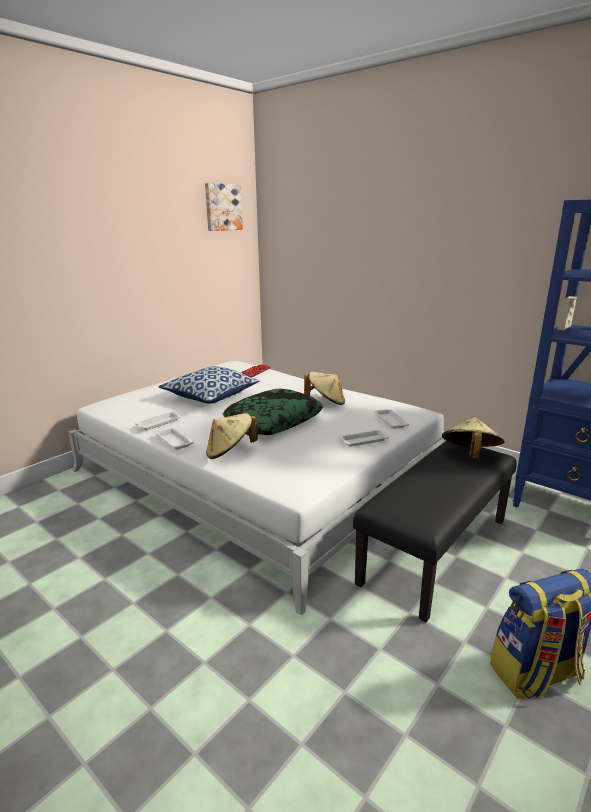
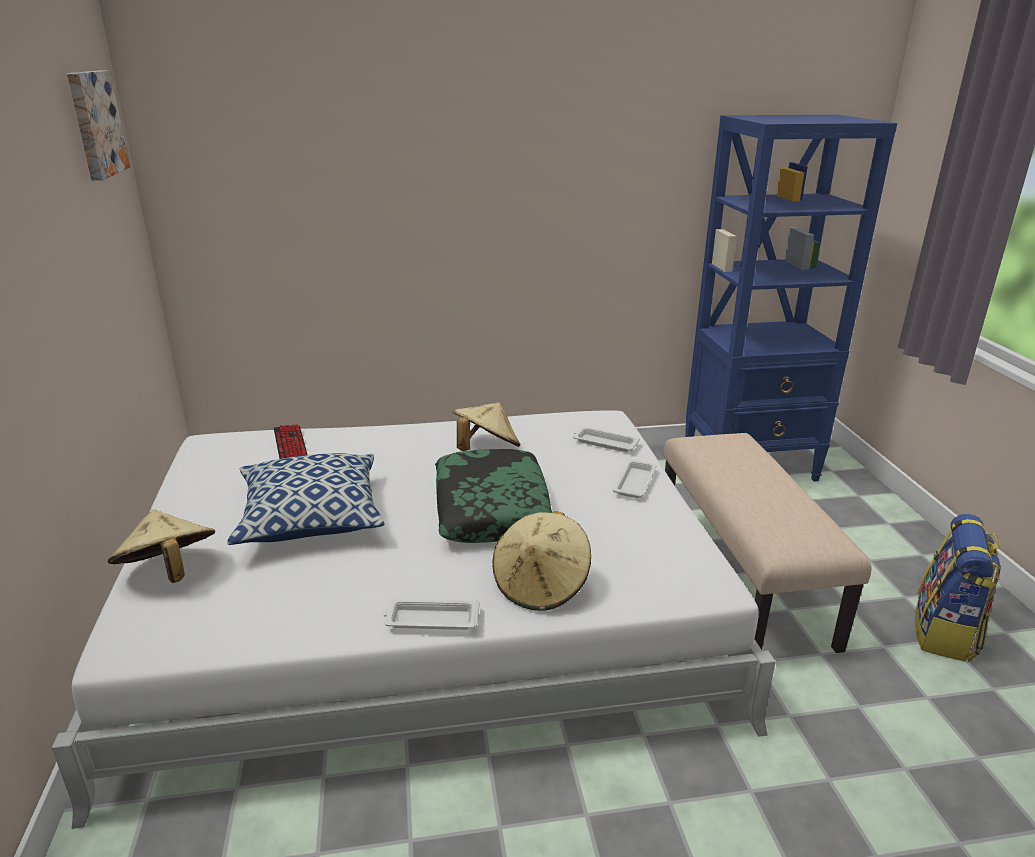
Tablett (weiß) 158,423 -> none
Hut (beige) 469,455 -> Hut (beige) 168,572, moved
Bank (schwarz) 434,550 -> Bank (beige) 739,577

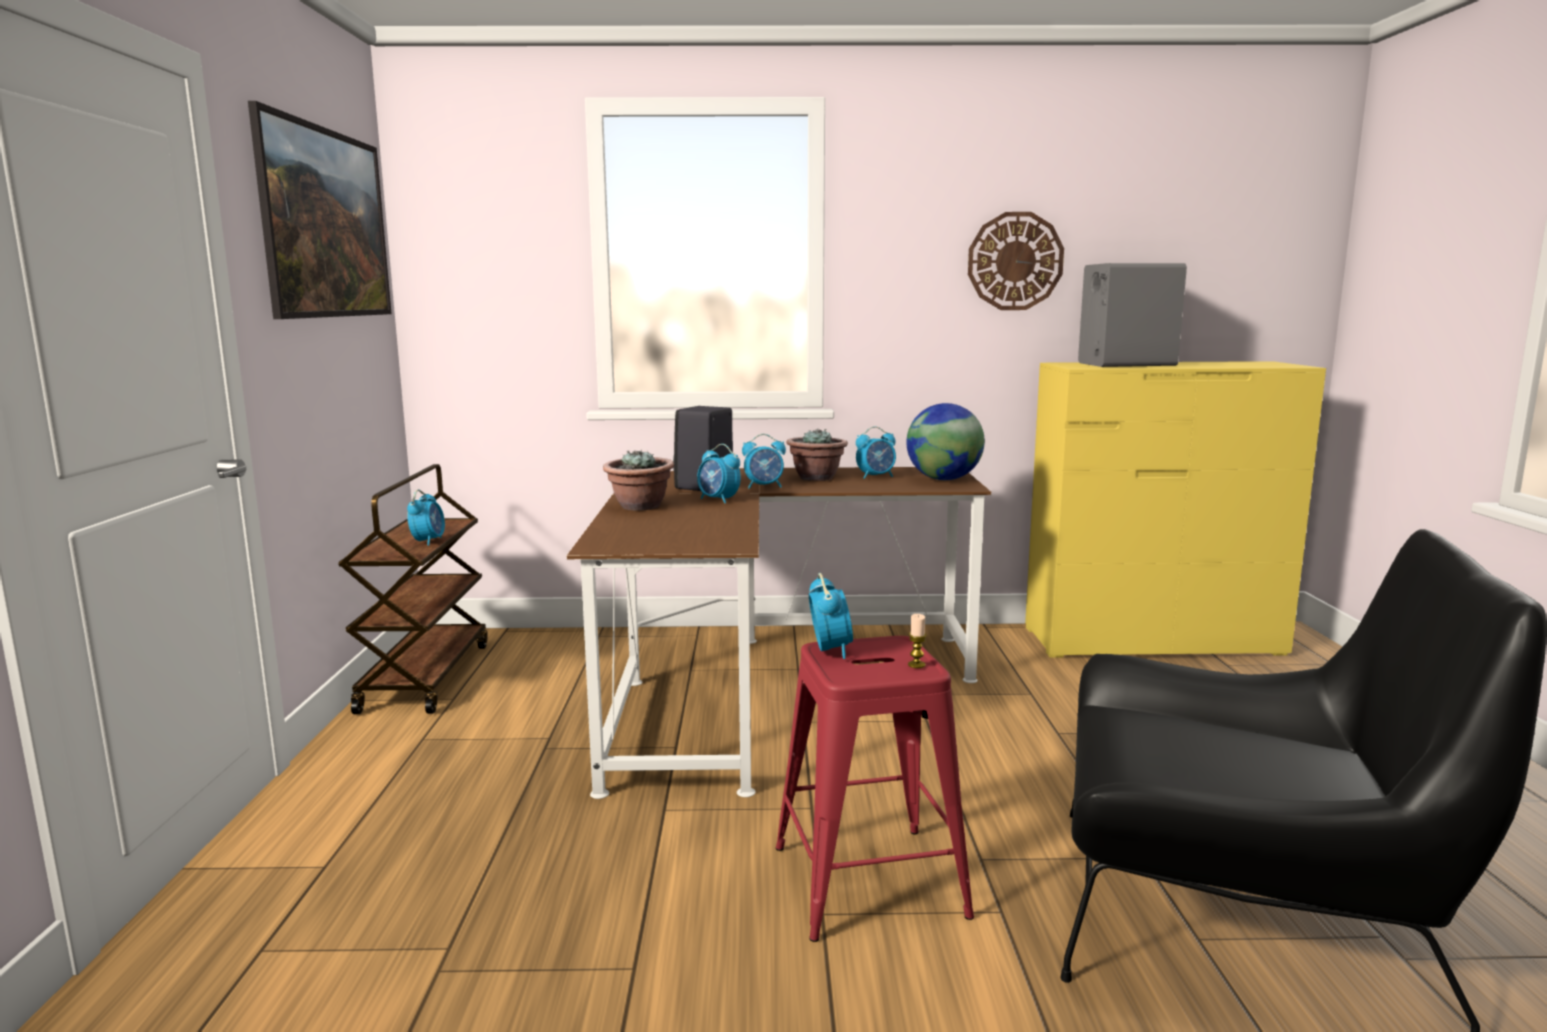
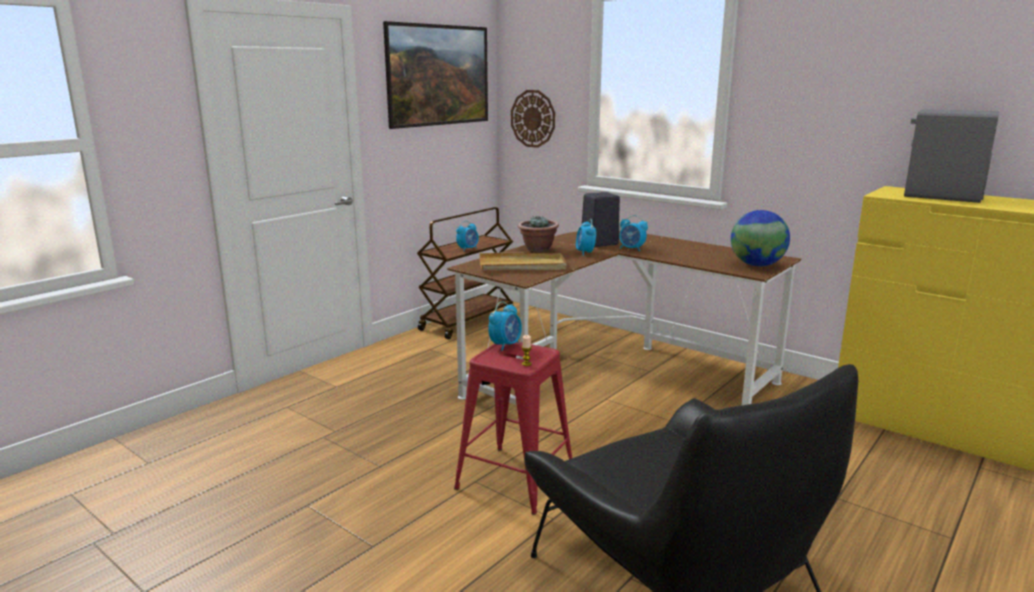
Wanduhr 1015,261 -> Wanduhr 533,118, moved
Wecker 876,477 -> none
Topfpflanze 816,478 -> none
none -> Tablett (beige) 522,265

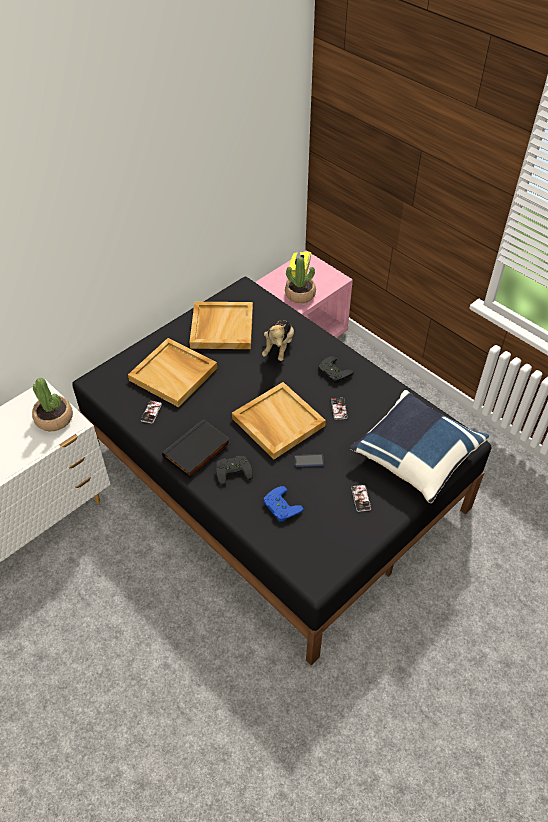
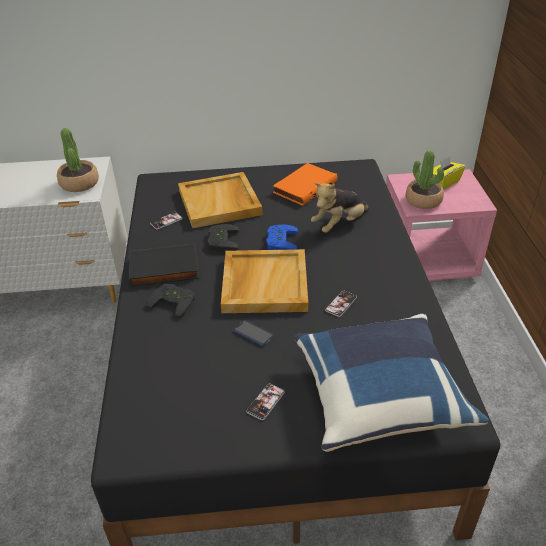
Tablett (beige) 221,327 -> Buch (orange) 304,186
Gamepad (schwarz) 332,372 -> Gamepad (schwarz) 221,240, moved
Gamepad (blau) 280,507 -> Gamepad (blau) 279,241, moved

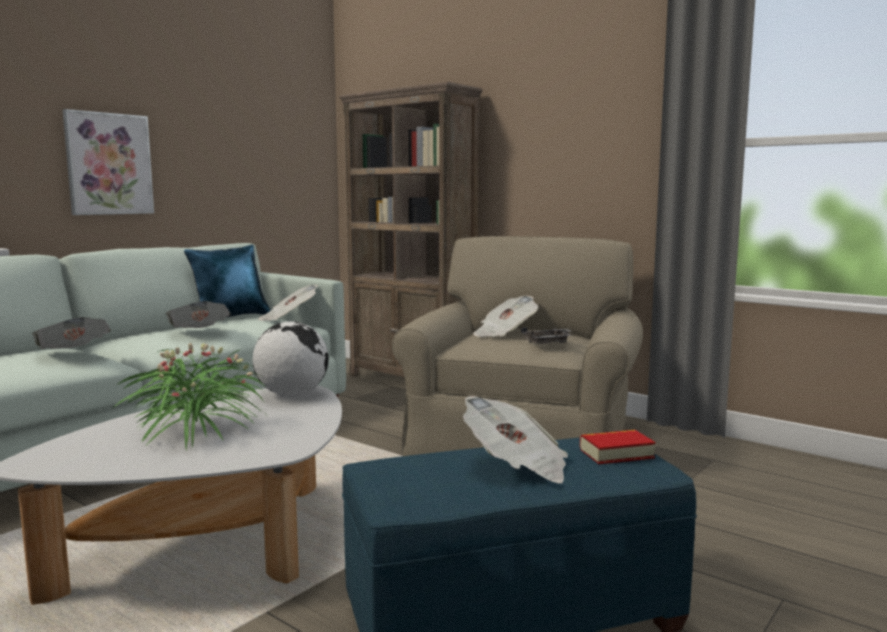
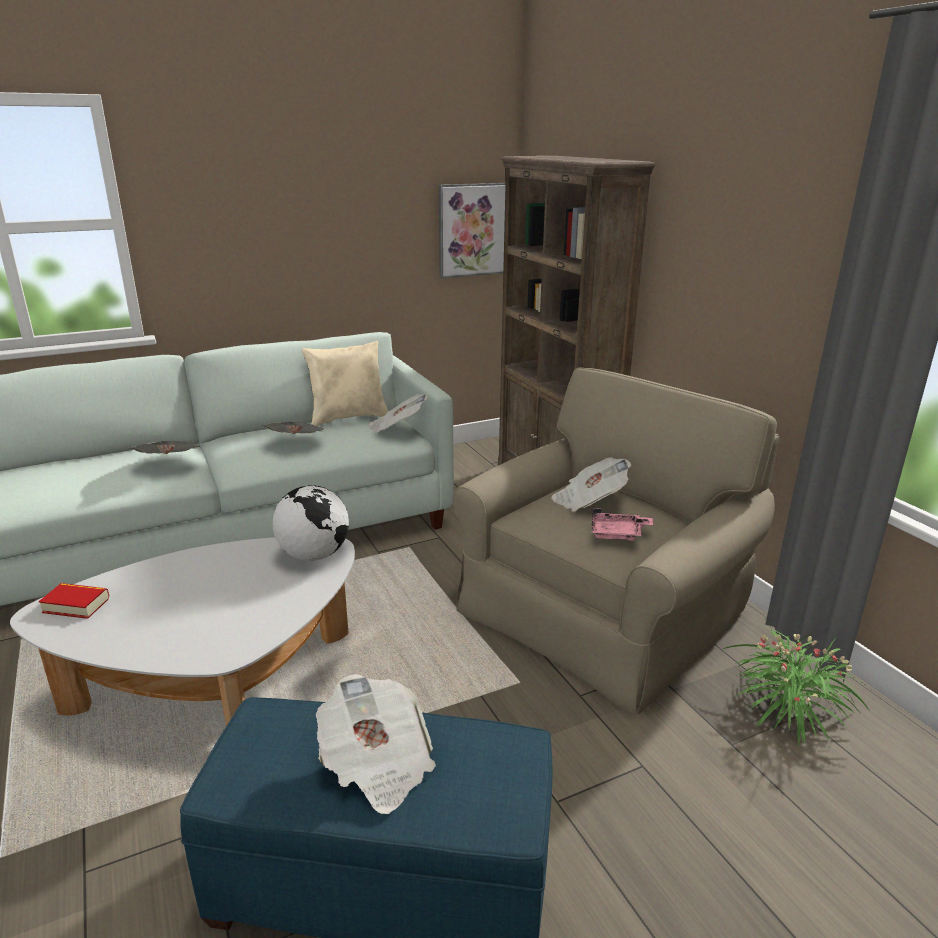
Bild 109,164 -> Bild 471,230, moved
Kissen (blau) 231,319 -> Kissen (beige) 348,418
Tablett (grau) 548,343 -> Tablett (rosa) 618,534
Topfpflanze 197,430 -> Topfpflanze 790,706, moved
Buch 616,453 -> Buch 76,605, moved

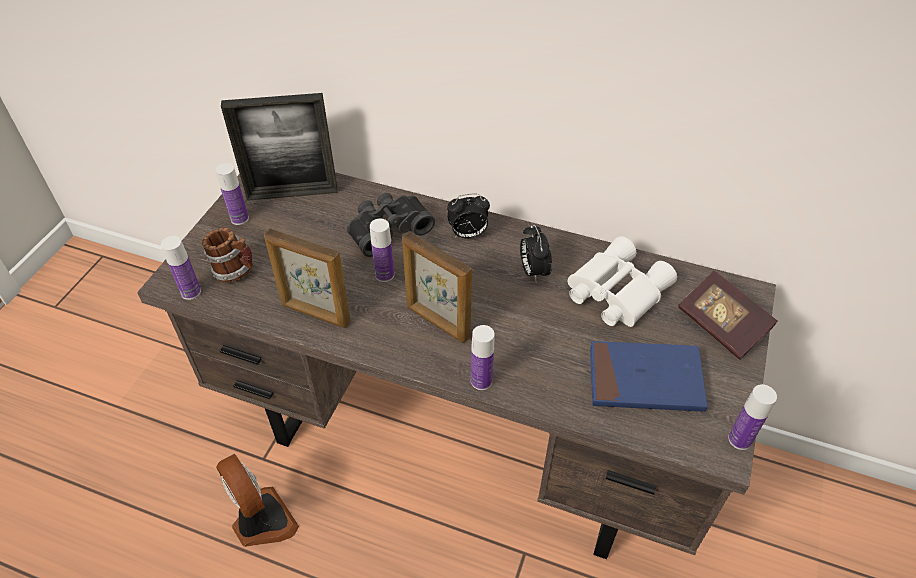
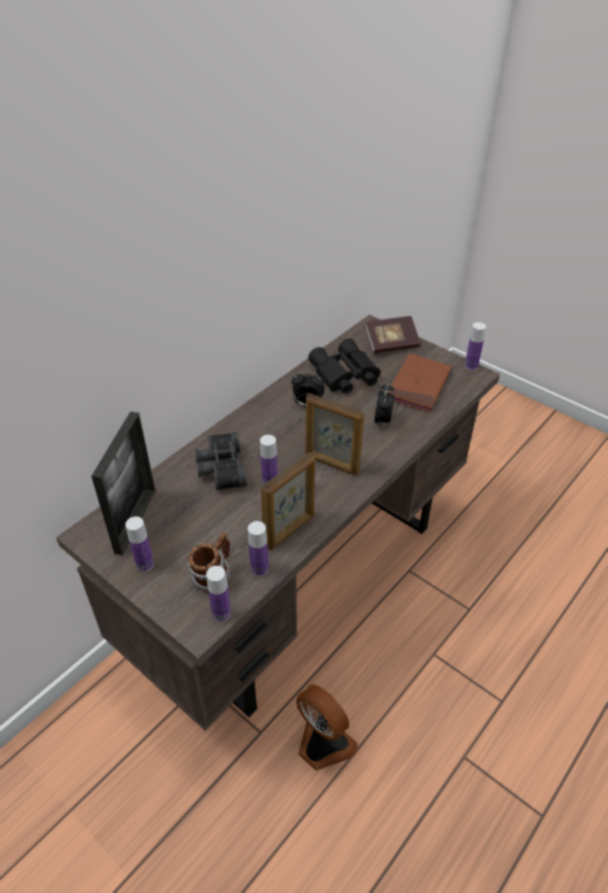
Wecker 468,235 -> Wecker 383,421, moved
Bilderrahmen 437,322 -> Bilderrahmen 331,464, 60 degrees clockwise
Fernglas (weiß) 614,291 -> Fernglas (schwarz) 344,375
Flasche 481,381 -> Flasche 259,569, moved
Buch (blau) 645,380 -> Buch (braun) 418,386
Ventilator 261,521 -> Ventilator 323,745, 60 degrees clockwise

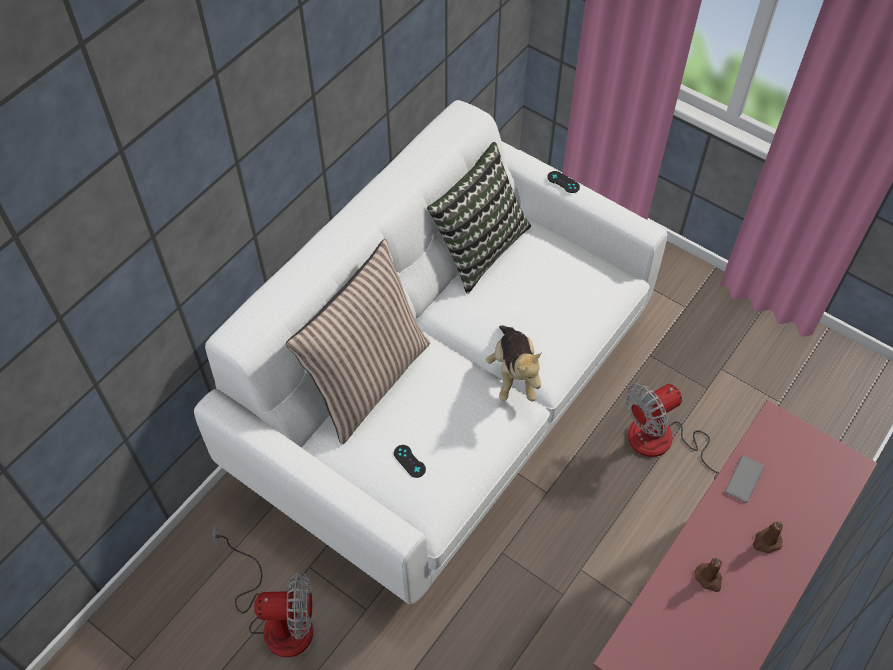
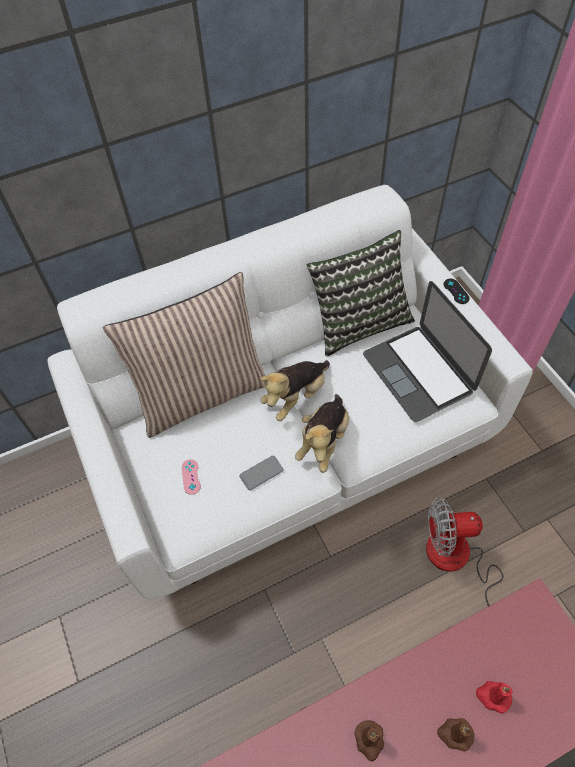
Gamepad (schwarz) 409,461 -> Gamepad (rosa) 191,477
Handy 744,479 -> Handy 261,473, moved
Ventilator 277,617 -> none
none -> Laptop 418,372
none -> Plüschtier 296,396
none -> Kerze (rot) 493,696

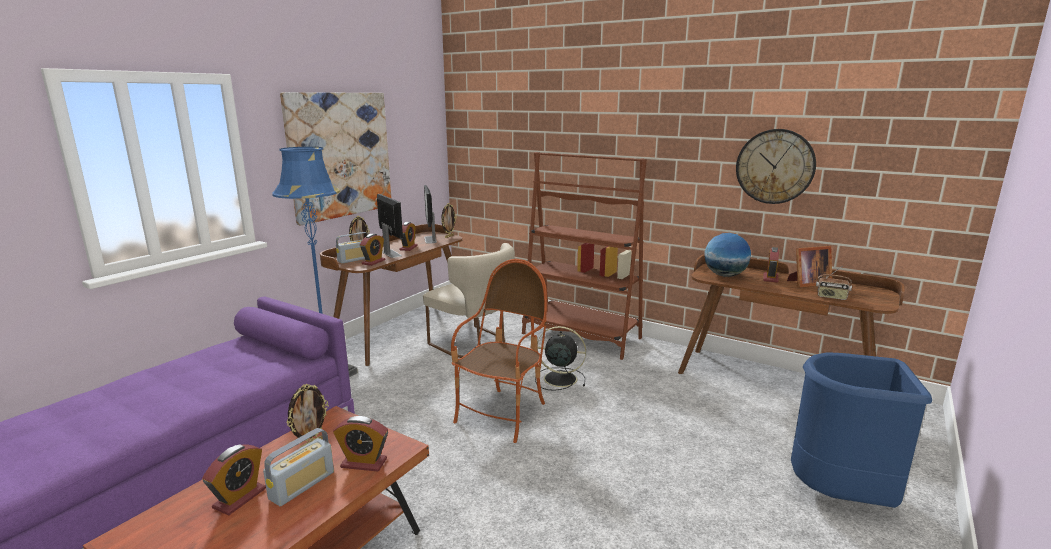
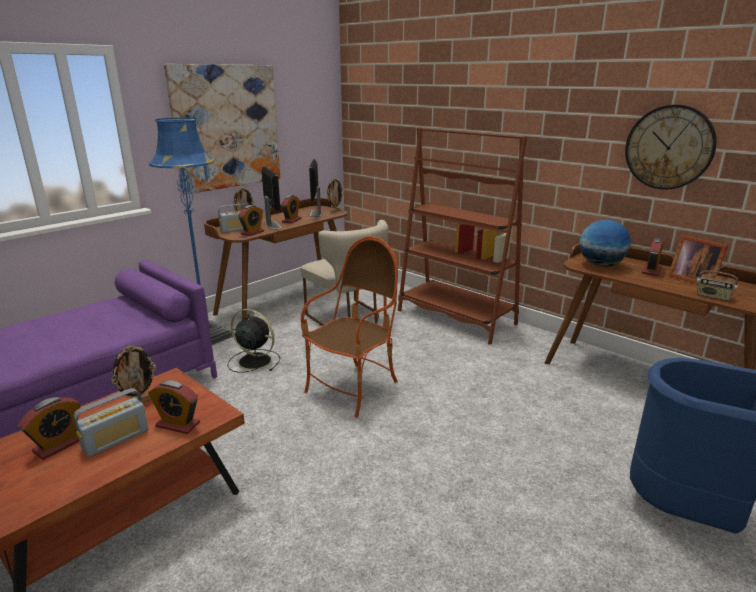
Bilderrahmen 807,283 -> Bilderrahmen 692,279, 60 degrees clockwise
Ventilator (schwarz) 558,379 -> Ventilator (schwarz) 253,361, moved

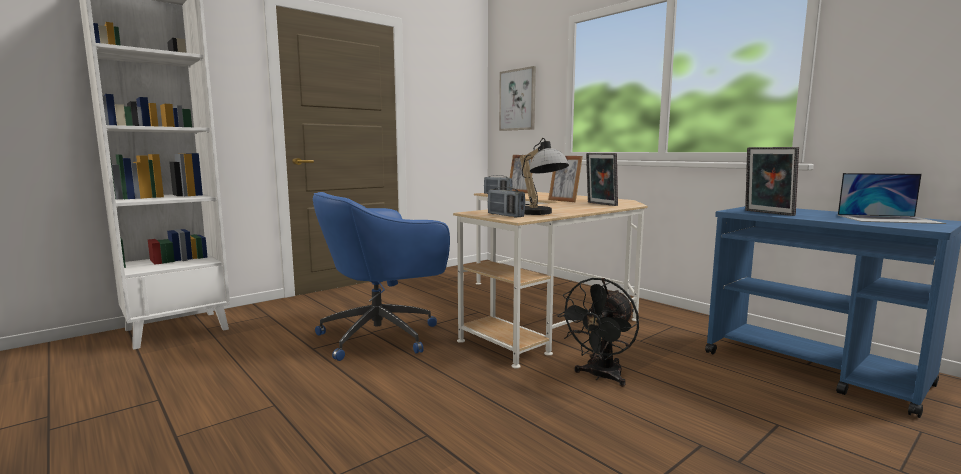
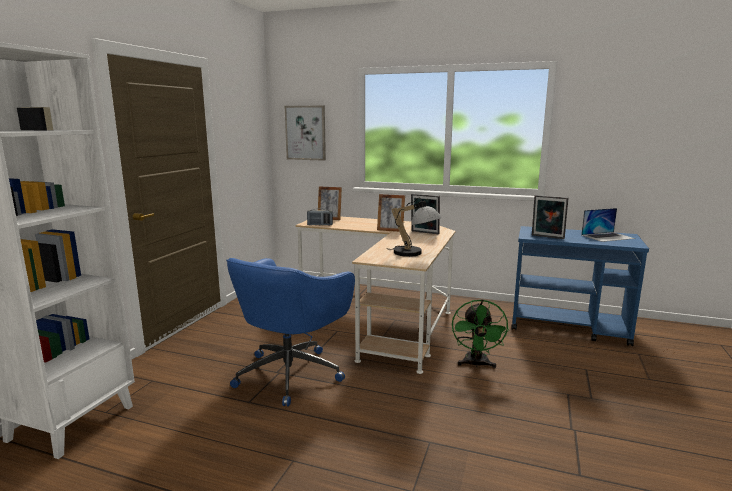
Radio 505,215 -> none
Ventilator (schwarz) 600,377 -> Ventilator (grün) 476,364

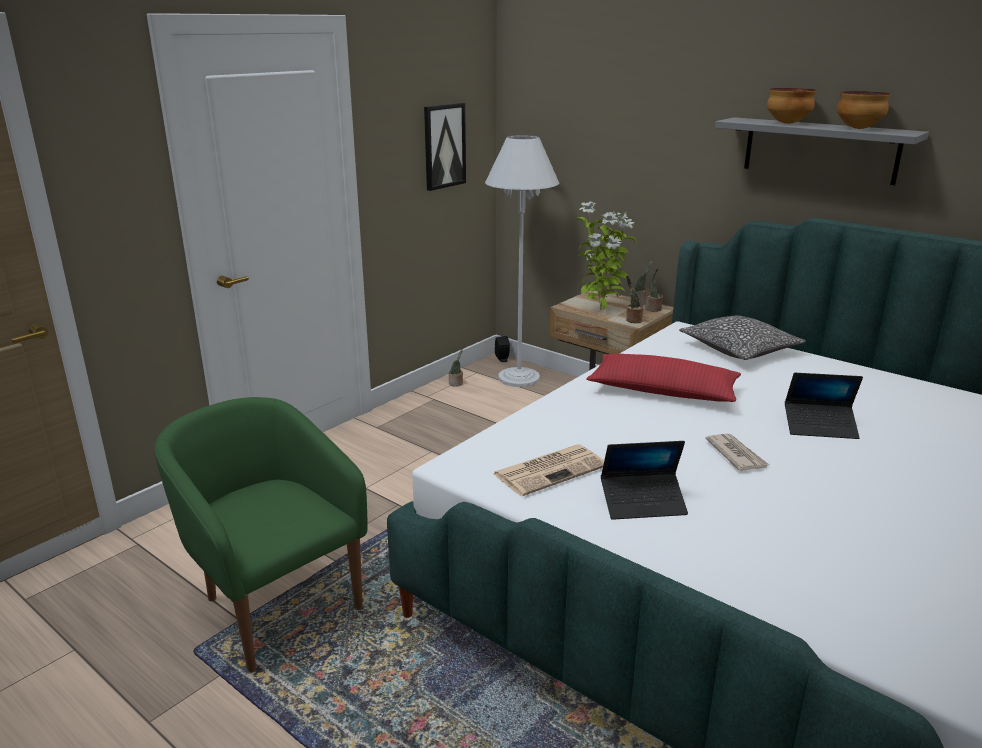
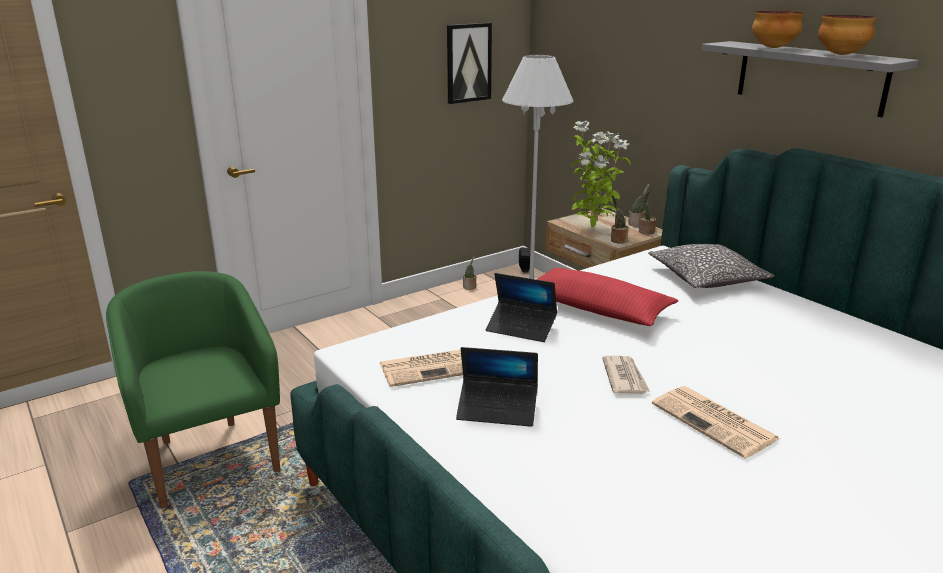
Laptop 820,427 -> Laptop 521,328, moved
none -> Zeitung 715,422

